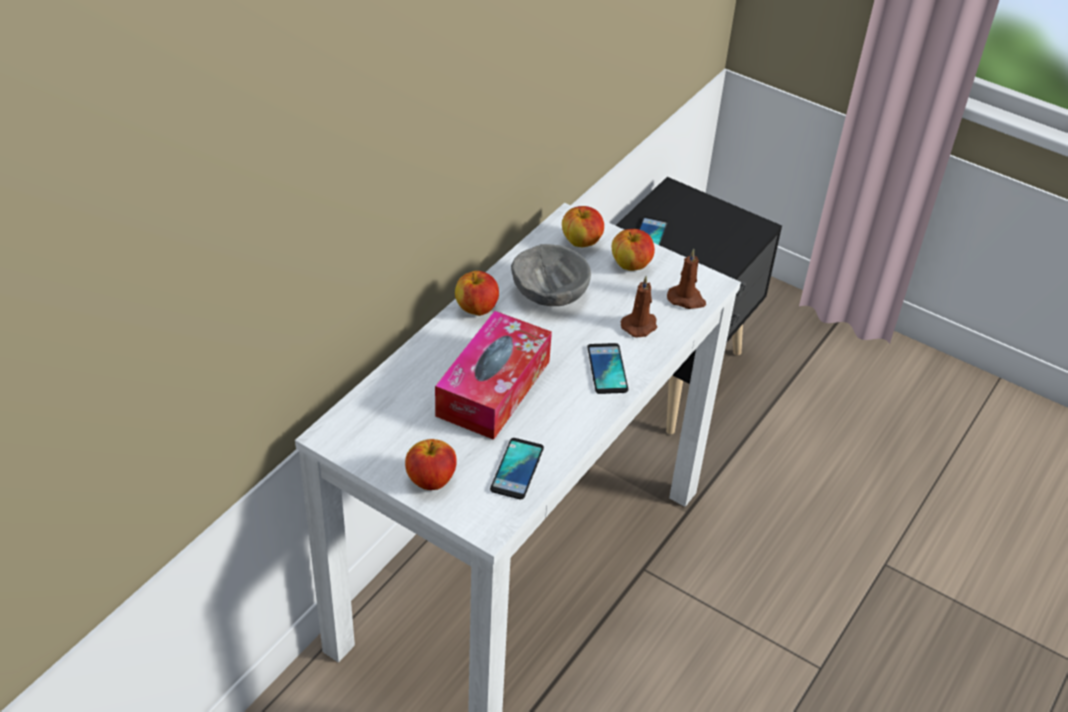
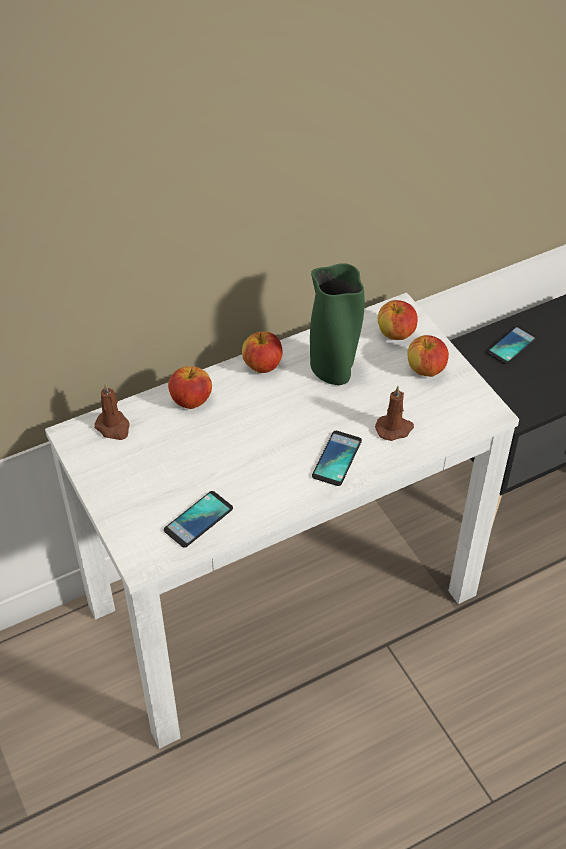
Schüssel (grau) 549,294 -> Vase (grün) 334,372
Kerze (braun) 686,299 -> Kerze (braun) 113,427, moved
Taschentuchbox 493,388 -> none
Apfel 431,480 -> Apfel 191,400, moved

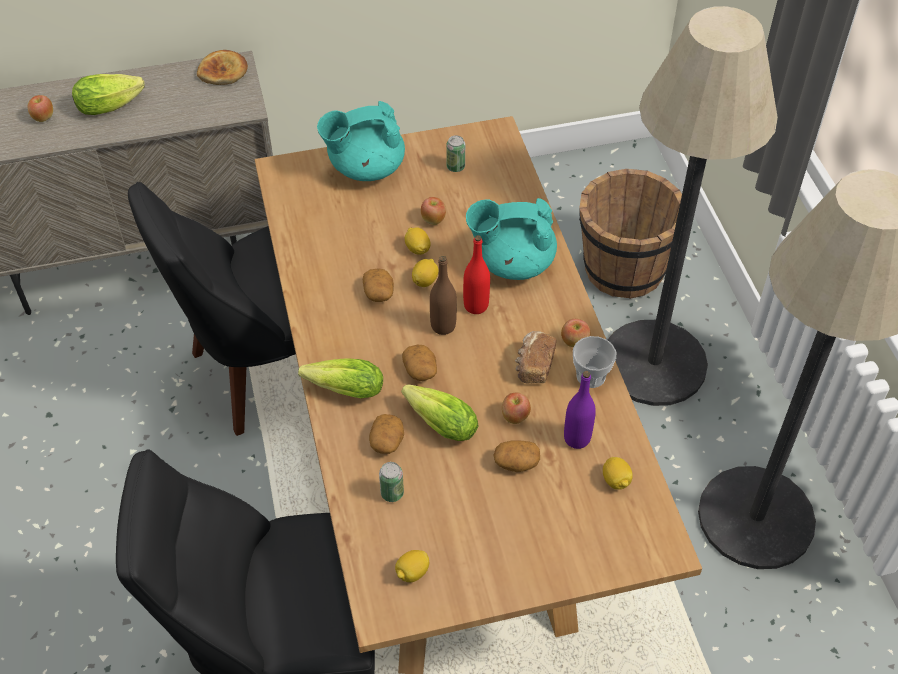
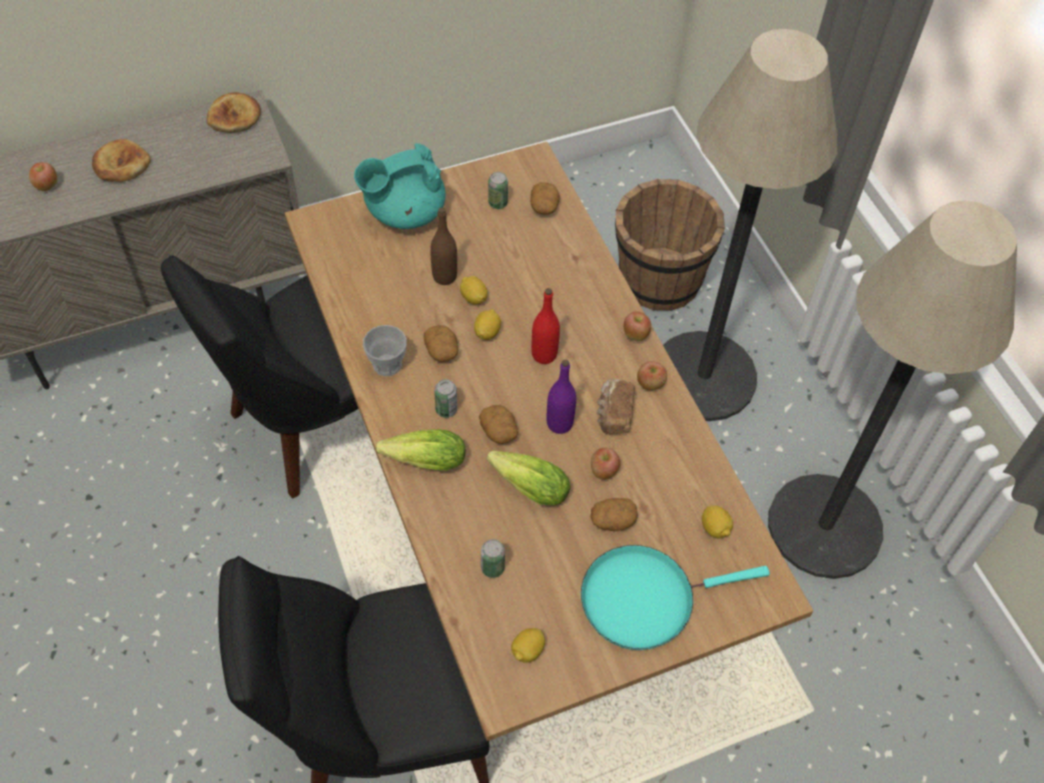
Salatkopf 113,105 -> Brot 121,164
Apfel 433,220 -> Apfel 635,334, moved
Teekanne (türkis) 512,262 -> none
Flasche (braun) 443,326 -> Flasche (braun) 444,276, moved
Tasse 591,376 -> Tasse 387,364, moved
Flasche (lila) 577,438 -> Flasche (lila) 559,423, moved
Kartoffel 387,441 -> Kartoffel 544,206, moved
none -> Dose 446,409
none -> Pfanne (türkis) 644,598

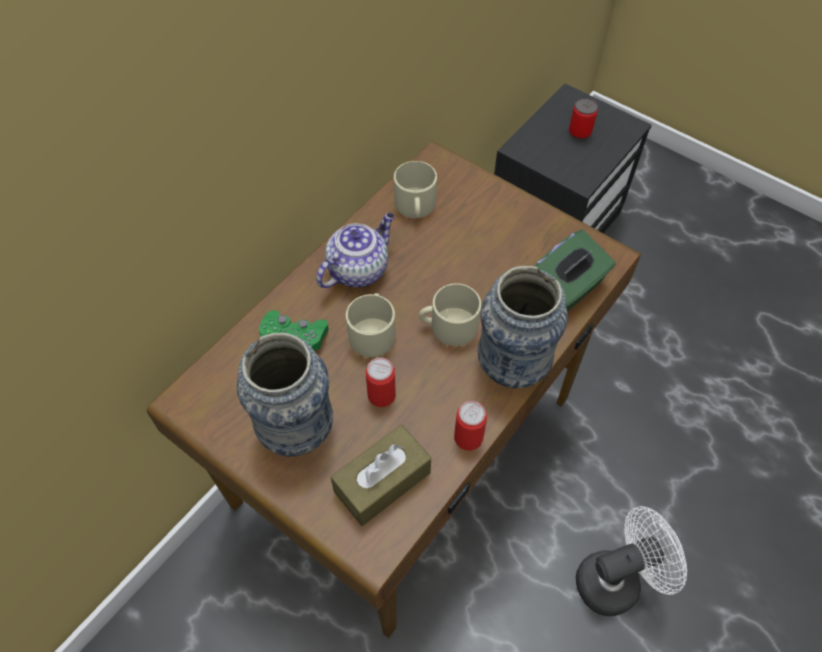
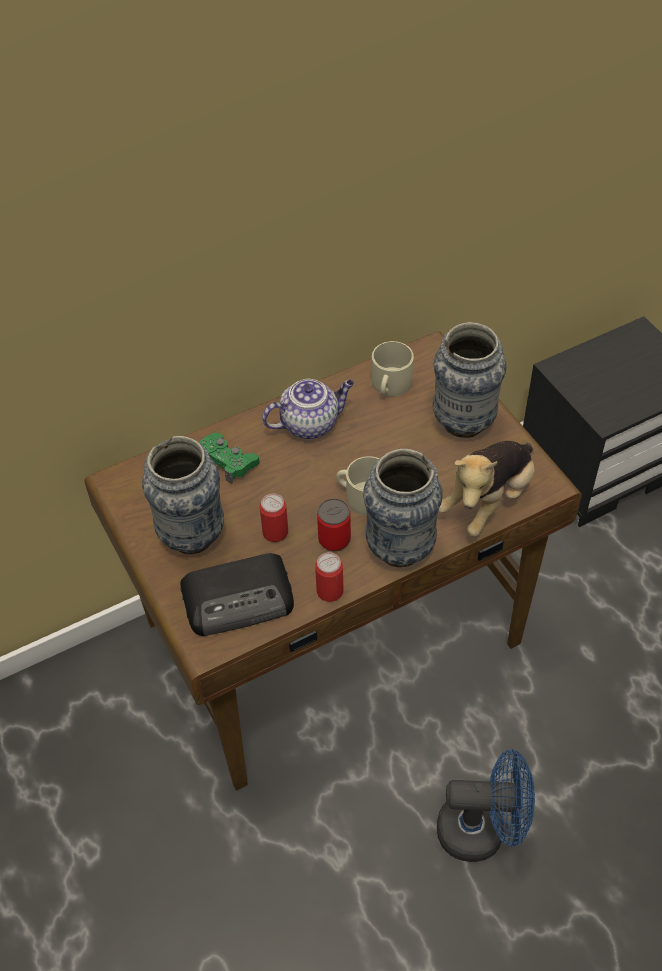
Dose 580,132 -> Dose 334,539, moved
Taschentuchbox (grün) 566,289 -> Plüschtier 488,500
Henkelbecher (beige) 373,332 -> none
Taschentuchbox (braun) 382,482 -> Radio 240,599
Ventilator (weiß) 616,579 -> Ventilator (blau) 482,830
none -> Vase 463,422

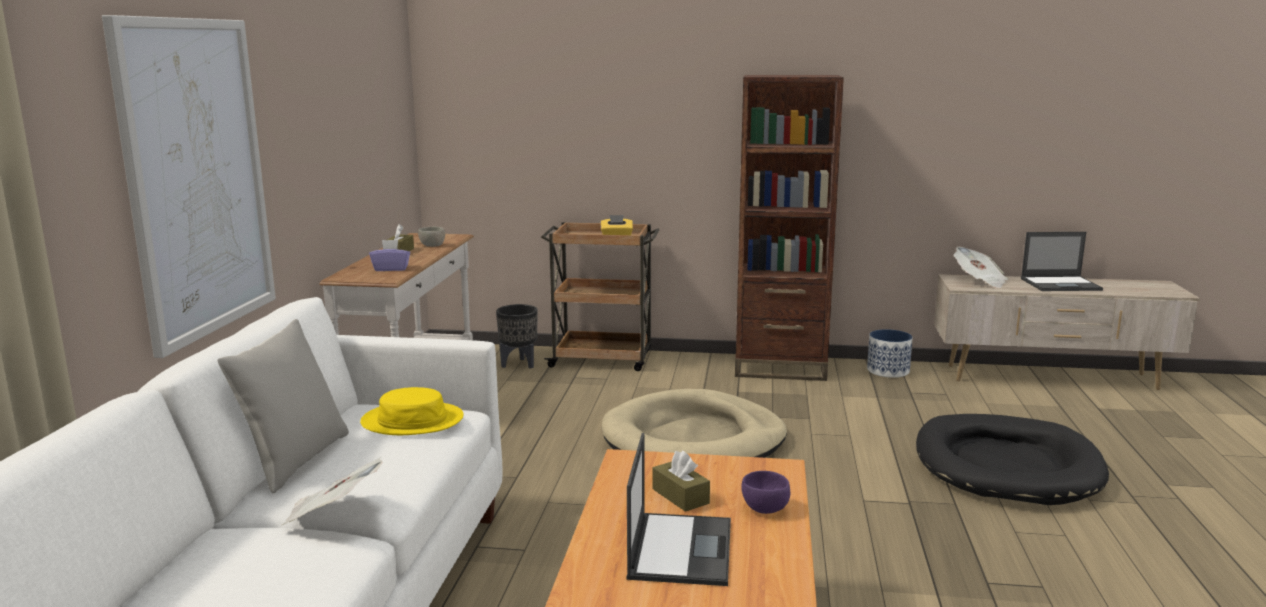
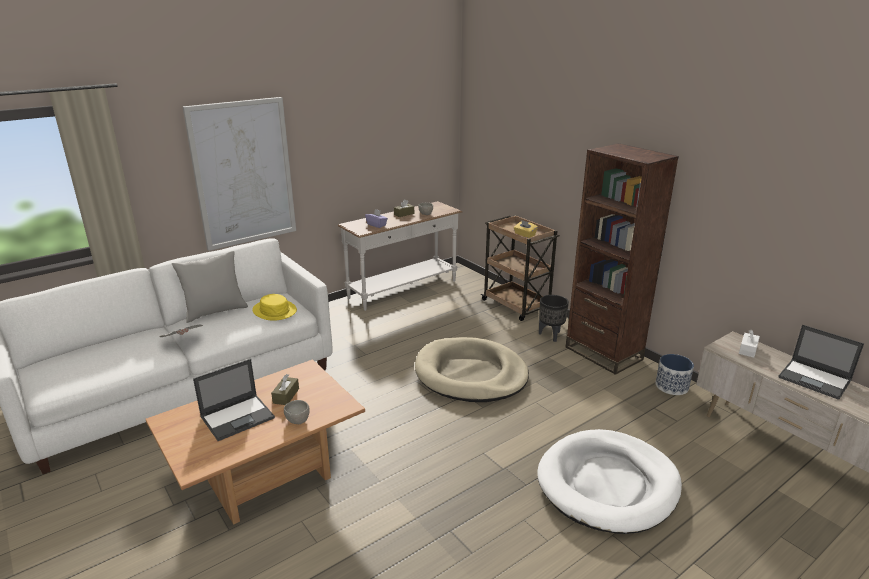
Zeitung 979,281 -> Taschentuchbox (weiß) 748,349
Pflanzkübel (schwarz) 518,364 -> Pflanzkübel (schwarz) 550,335, moved
Hundebett (schwarz) 1006,465 -> Hundebett (weiß) 608,484
Schüssel (lila) 766,509 -> Schüssel (grau) 297,421

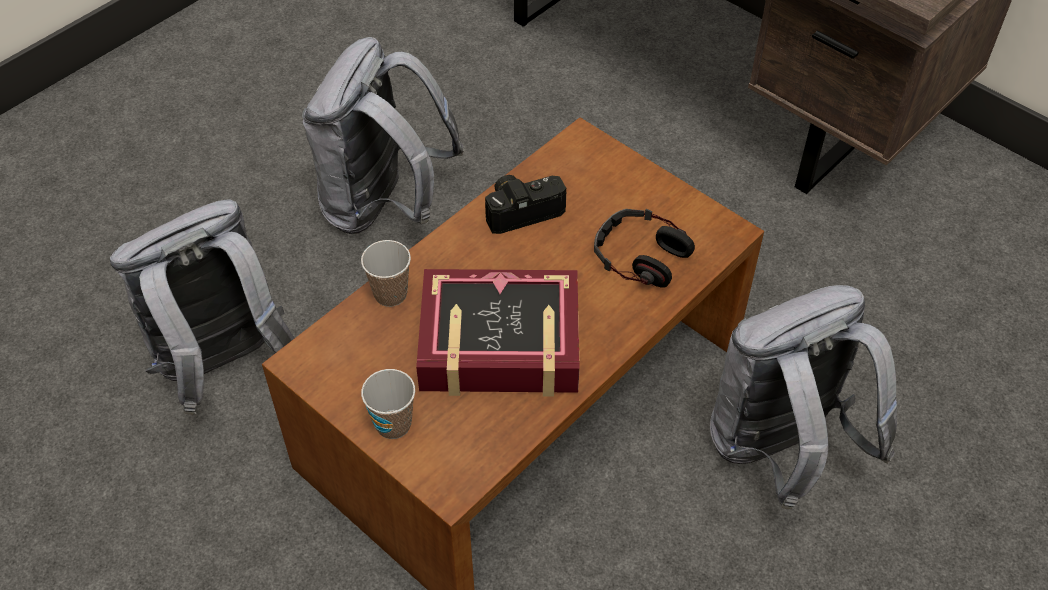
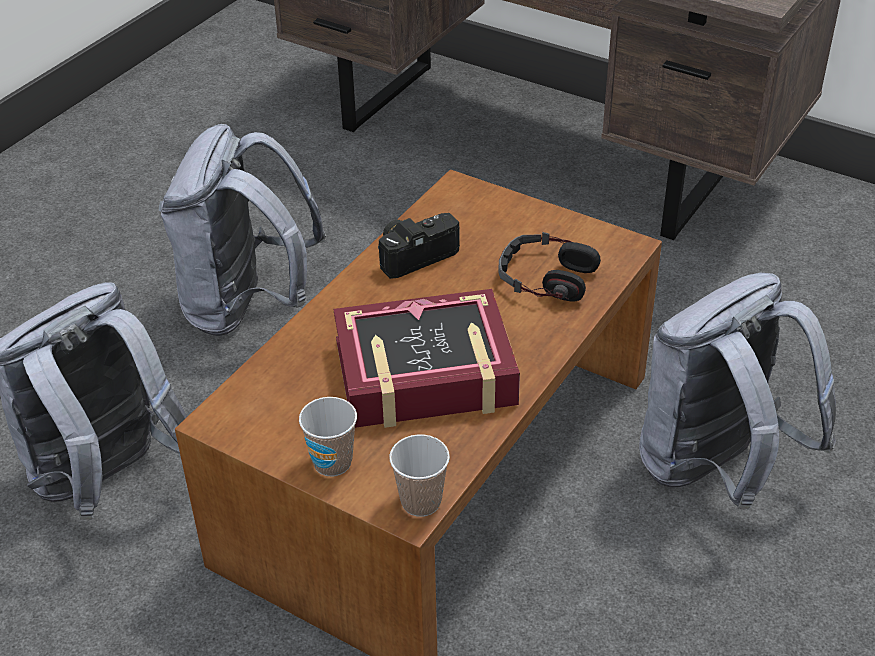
Tasse 390,294 -> Tasse 421,502, moved

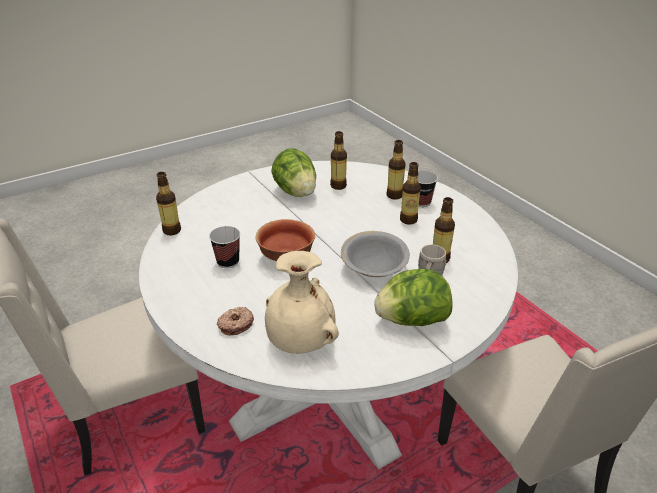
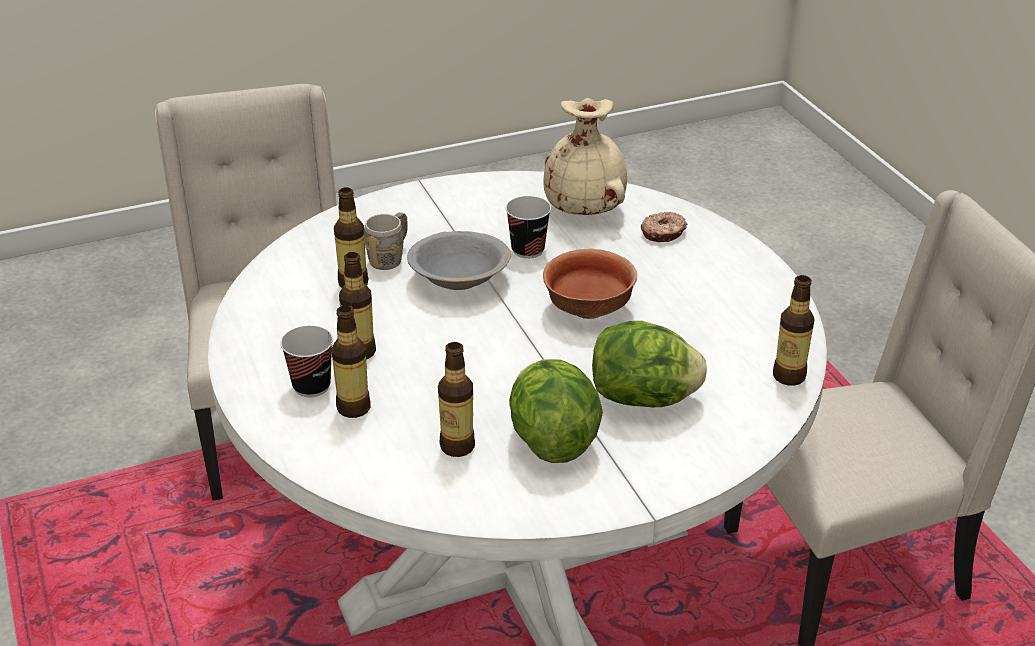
Tasse 228,262 -> Tasse 528,250, moved
Salatkopf 411,320 -> Salatkopf 644,399, moved

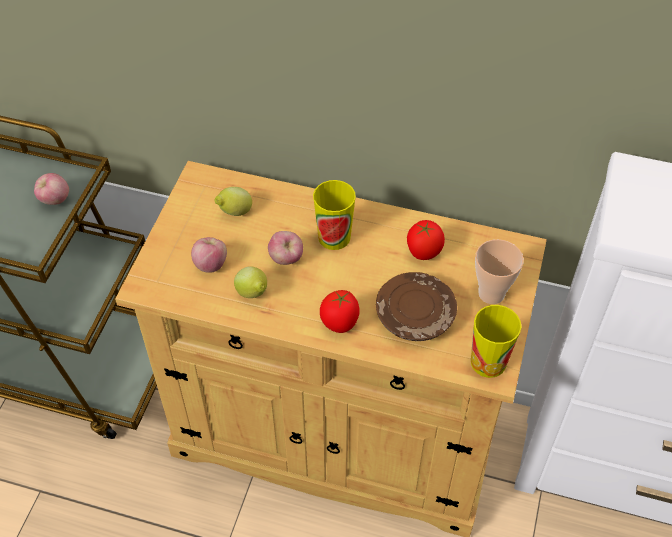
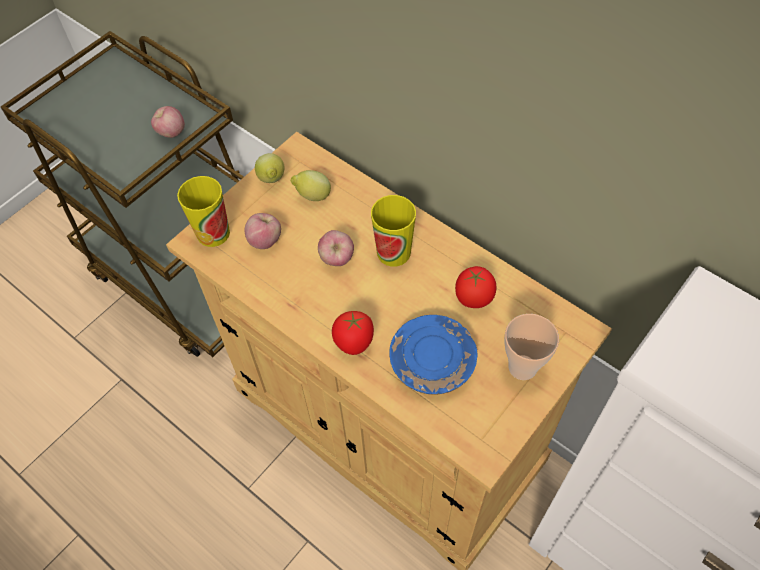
Zitrone 253,294 -> Zitrone 272,180, moved
Teller (braun) 415,315 -> Teller (blau) 432,362
Tasse 488,362 -> Tasse 213,233, moved

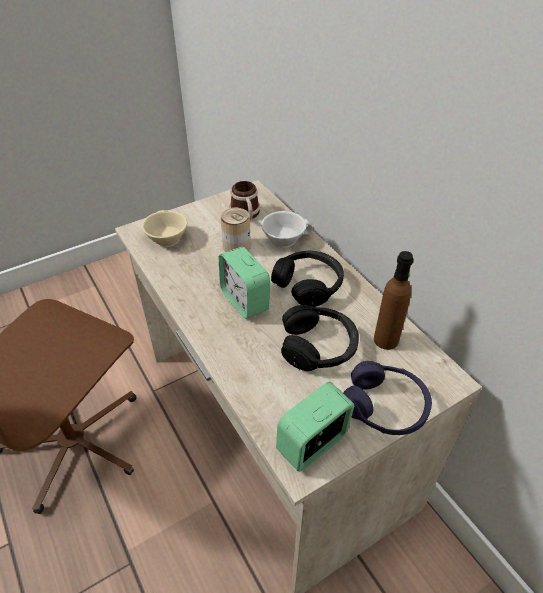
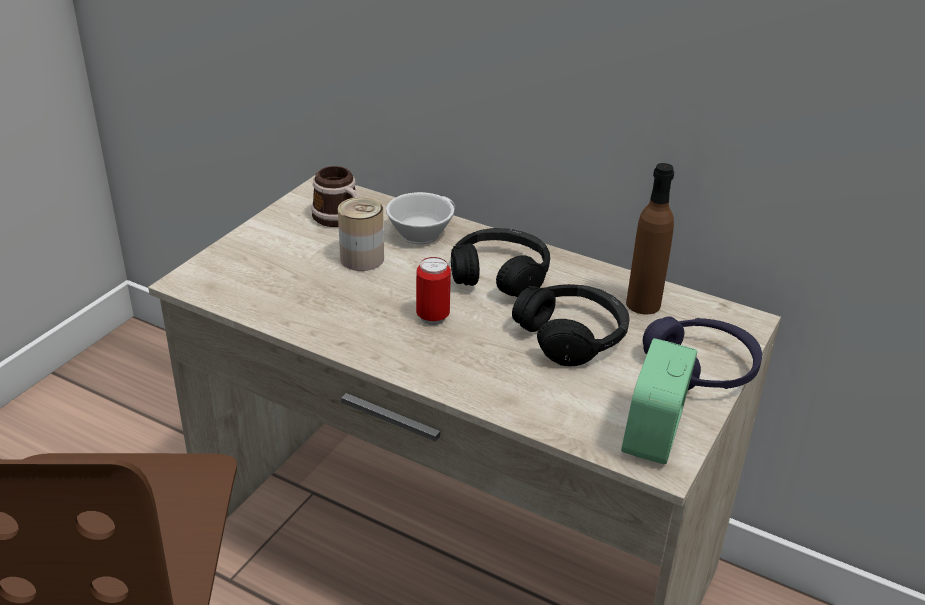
Tasse (beige) 165,238 -> none
Wecker 245,301 -> Dose 433,317

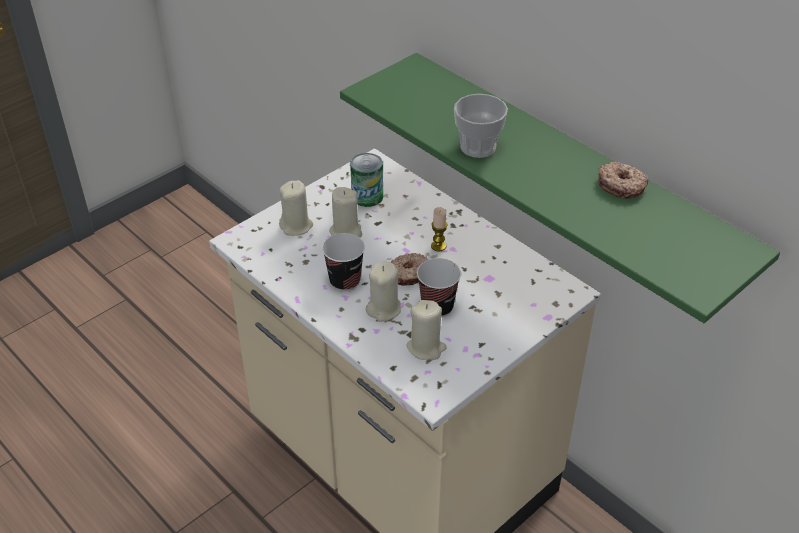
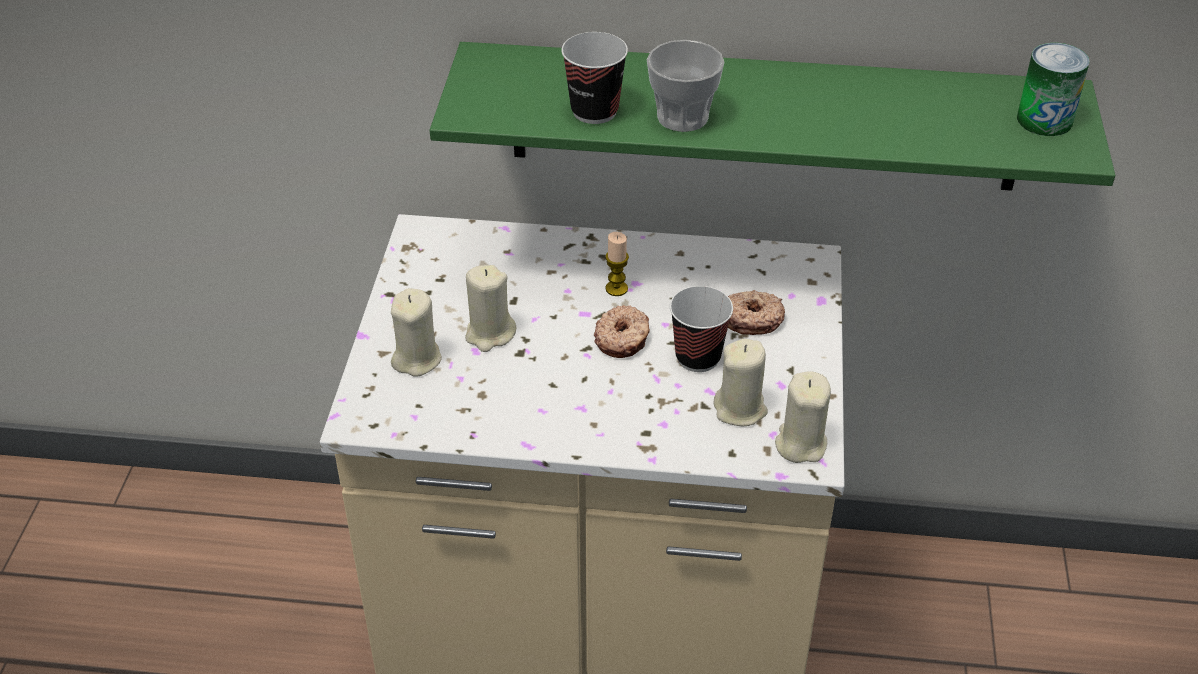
Dose 367,196 -> Dose 1044,120, moved
Donut 621,185 -> Donut 751,319, moved
Tasse 345,281 -> Tasse 594,111, moved
Kerze (beige) 384,309 -> Kerze (beige) 800,444, moved

